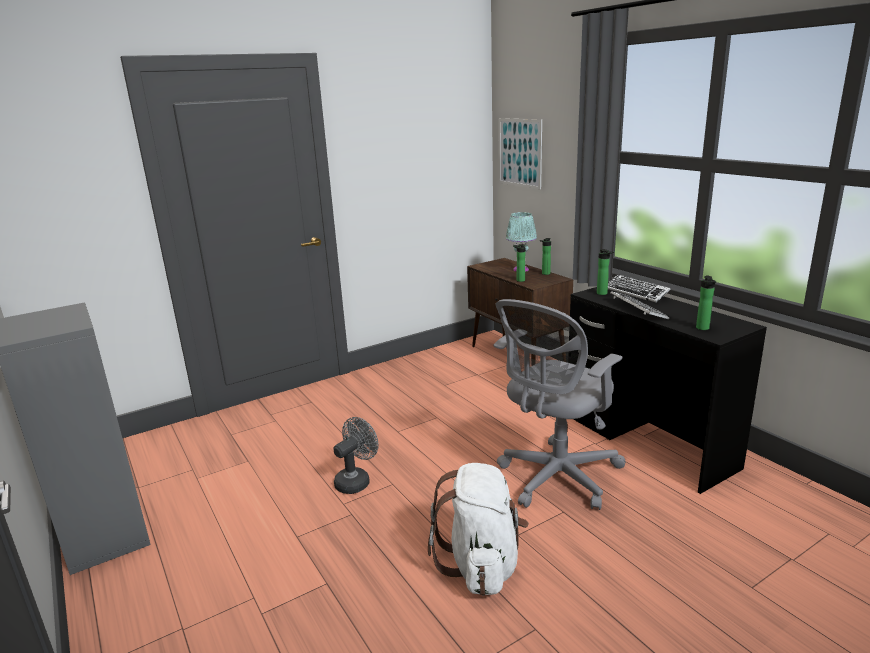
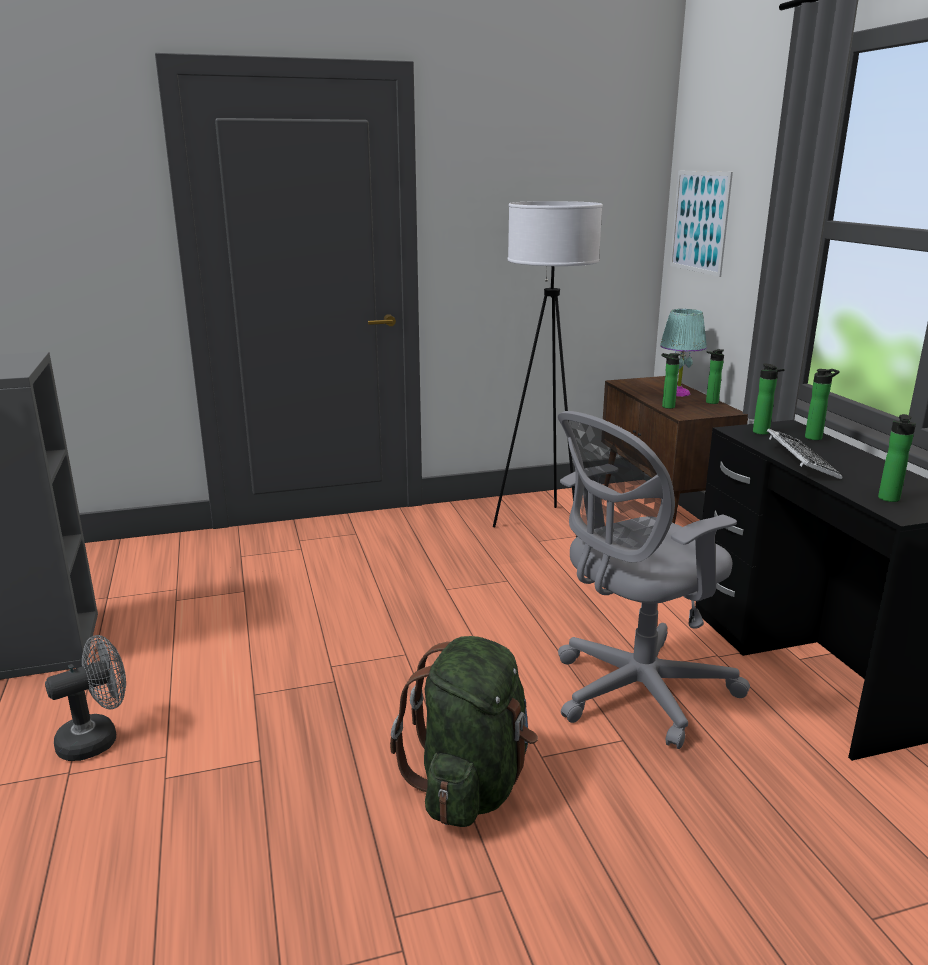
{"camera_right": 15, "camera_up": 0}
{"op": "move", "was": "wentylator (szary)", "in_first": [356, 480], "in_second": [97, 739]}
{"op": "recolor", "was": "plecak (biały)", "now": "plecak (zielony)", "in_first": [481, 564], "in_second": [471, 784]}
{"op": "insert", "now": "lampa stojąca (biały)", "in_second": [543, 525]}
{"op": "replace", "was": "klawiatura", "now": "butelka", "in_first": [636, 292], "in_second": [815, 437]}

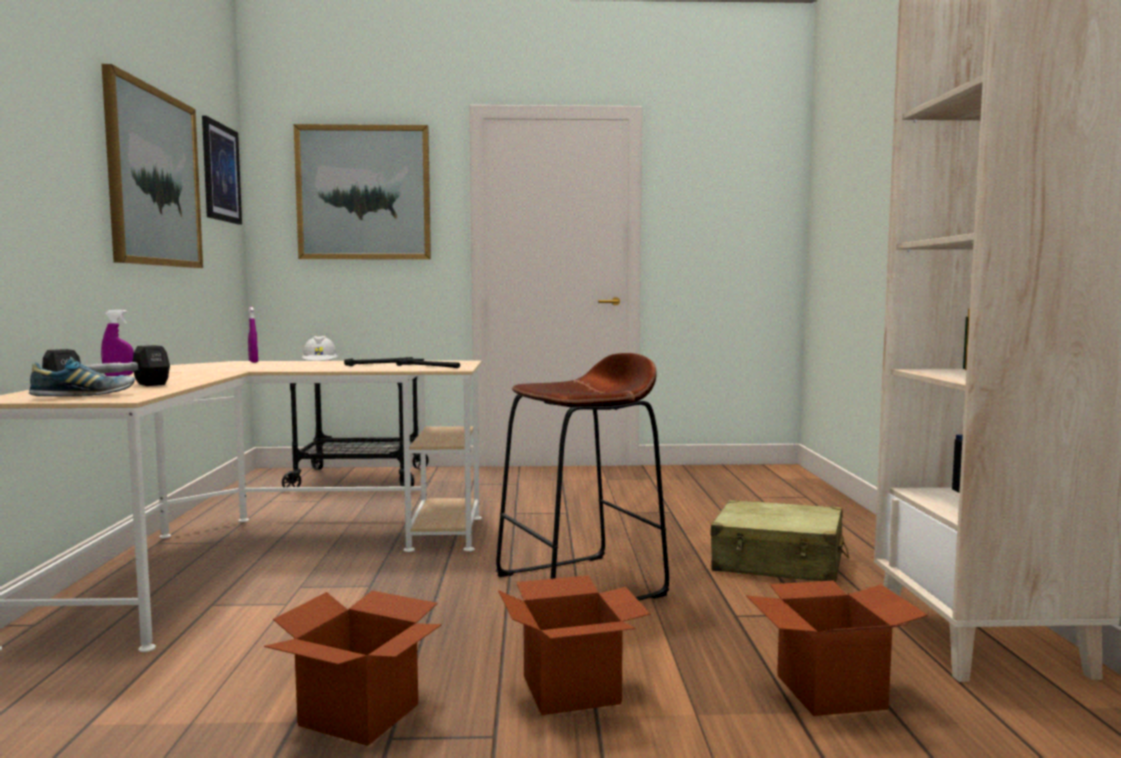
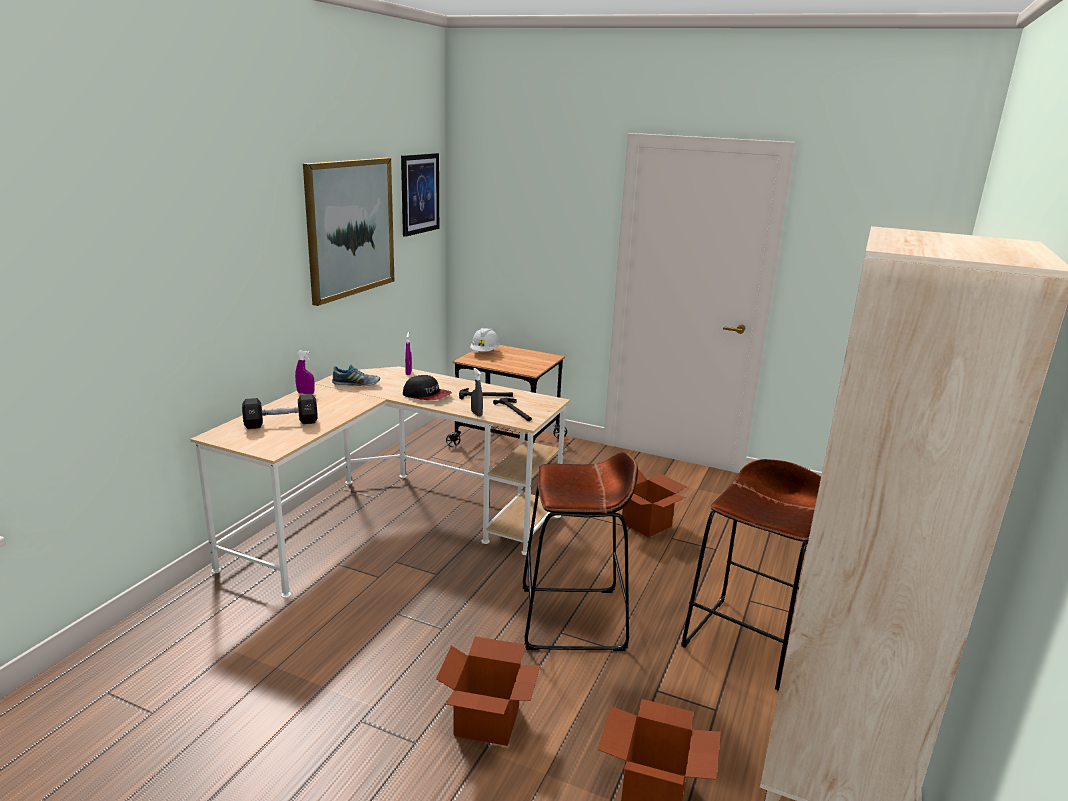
{"camera_right": 25, "camera_up": 15}
{"op": "move", "was": "but", "in_first": [84, 396], "in_second": [356, 384]}
{"op": "insert", "now": "czapka z daszkiem", "in_second": [427, 395]}
{"op": "insert", "now": "spryskiwacz (szary)", "in_second": [476, 414]}
{"op": "move", "was": "karton", "in_first": [358, 715], "in_second": [646, 524]}
{"op": "replace", "was": "walizka (beżowy)", "now": "stołek (brązowy)", "in_first": [778, 563], "in_second": [748, 641]}
{"op": "delete", "was": "obraz", "in_first": [363, 193]}

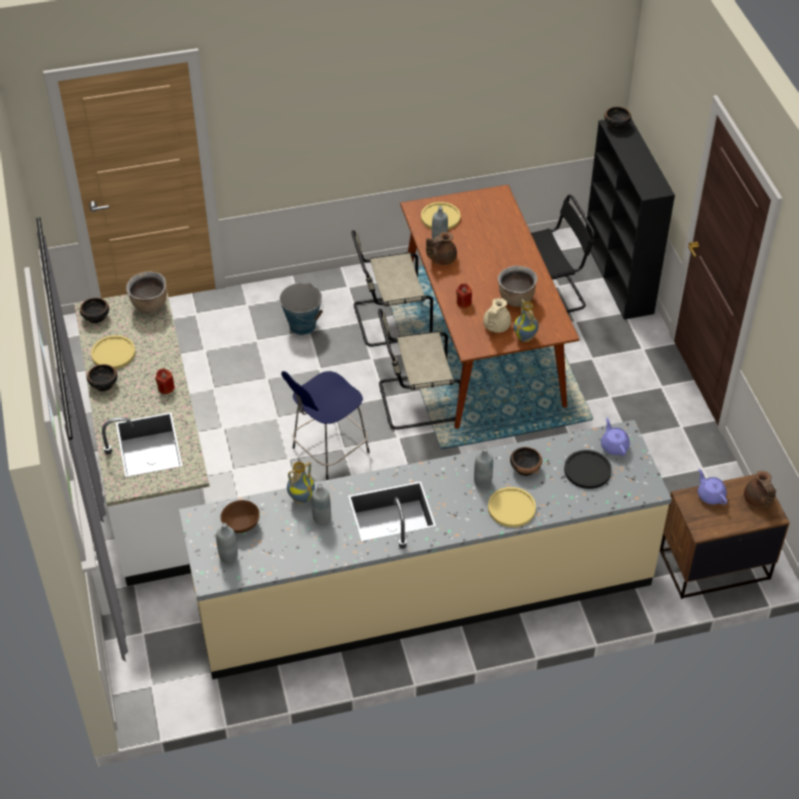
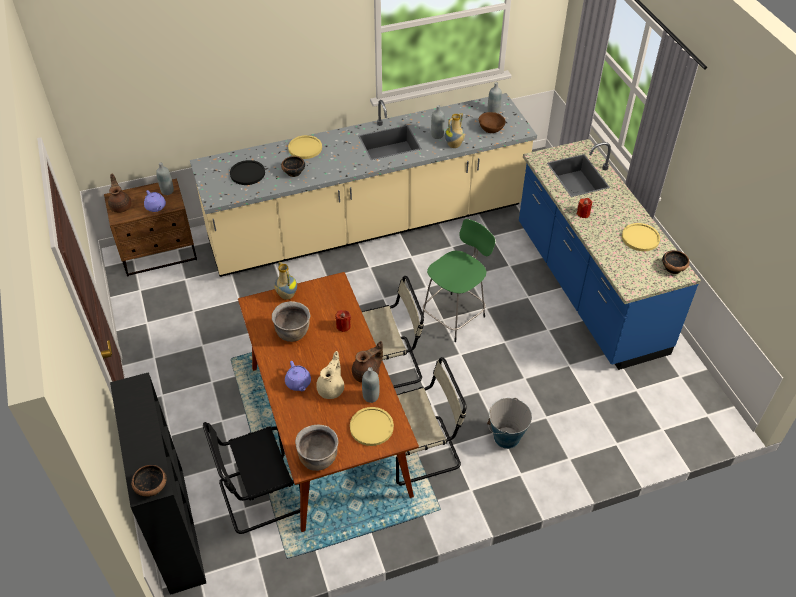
{"camera_right": 175, "camera_up": 0}
{"op": "move", "was": "butelka (szary)", "in_first": [482, 482], "in_second": [167, 191]}
{"op": "move", "was": "imbryk (fioletowy)", "in_first": [614, 446], "in_second": [298, 383]}
{"op": "move", "was": "garnek (brązowy)", "in_first": [150, 306], "in_second": [318, 458]}
{"op": "move", "was": "imbryk (beżowy)", "in_first": [495, 326], "in_second": [331, 388]}
{"op": "recolor", "was": "stołek (niebieski)", "now": "stołek (zielony)", "in_first": [328, 451], "in_second": [455, 316]}
{"op": "recolor", "was": "zabudowa kuchenna (biały)", "now": "zabudowa kuchenna (niebieski)", "in_first": [154, 475], "in_second": [587, 288]}
{"op": "delete", "was": "miska", "in_first": [103, 384]}

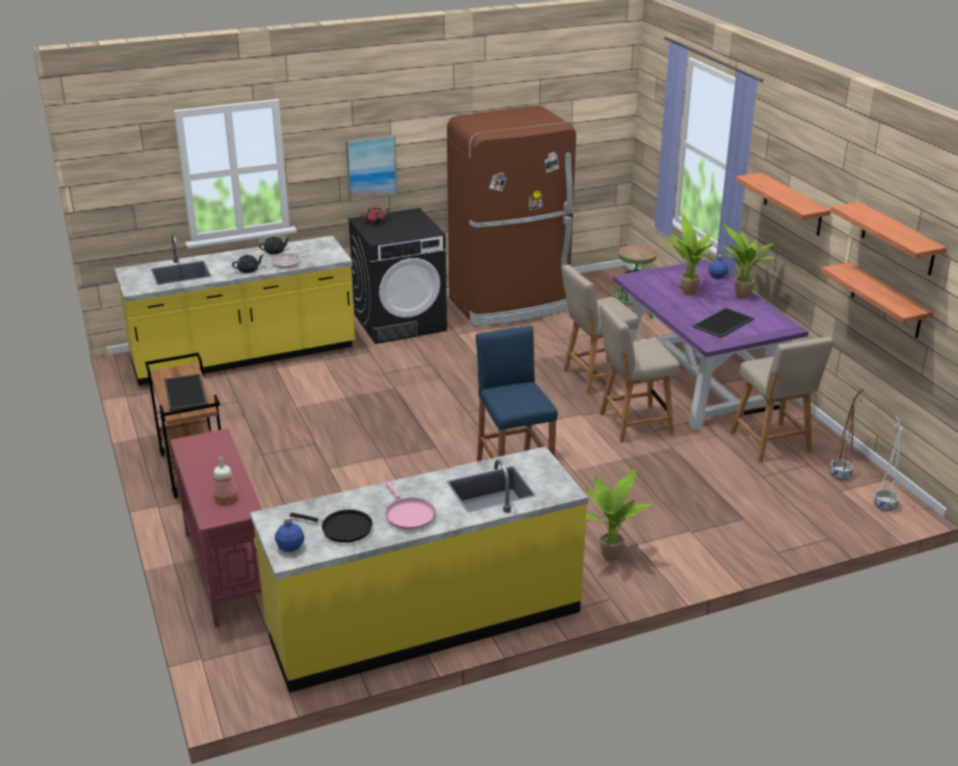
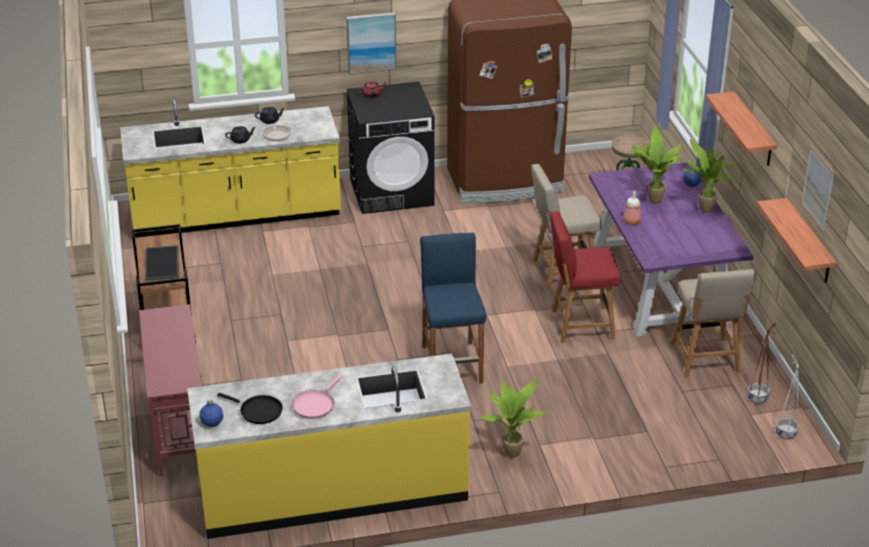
{"camera_right": 10, "camera_up": 5}
{"op": "rotate", "was": "patelnia (różowy)", "in_first": [408, 515], "in_second": [315, 405], "clockwise": 45}
{"op": "recolor", "was": "krzesło (beżowy)", "now": "krzesło (czerwony)", "in_first": [632, 424], "in_second": [579, 325]}
{"op": "move", "was": "butelka", "in_first": [226, 498], "in_second": [632, 221]}
{"op": "replace", "was": "półka", "now": "obraz", "in_first": [898, 239], "in_second": [818, 188]}
{"op": "delete", "was": "taca", "in_first": [723, 323]}

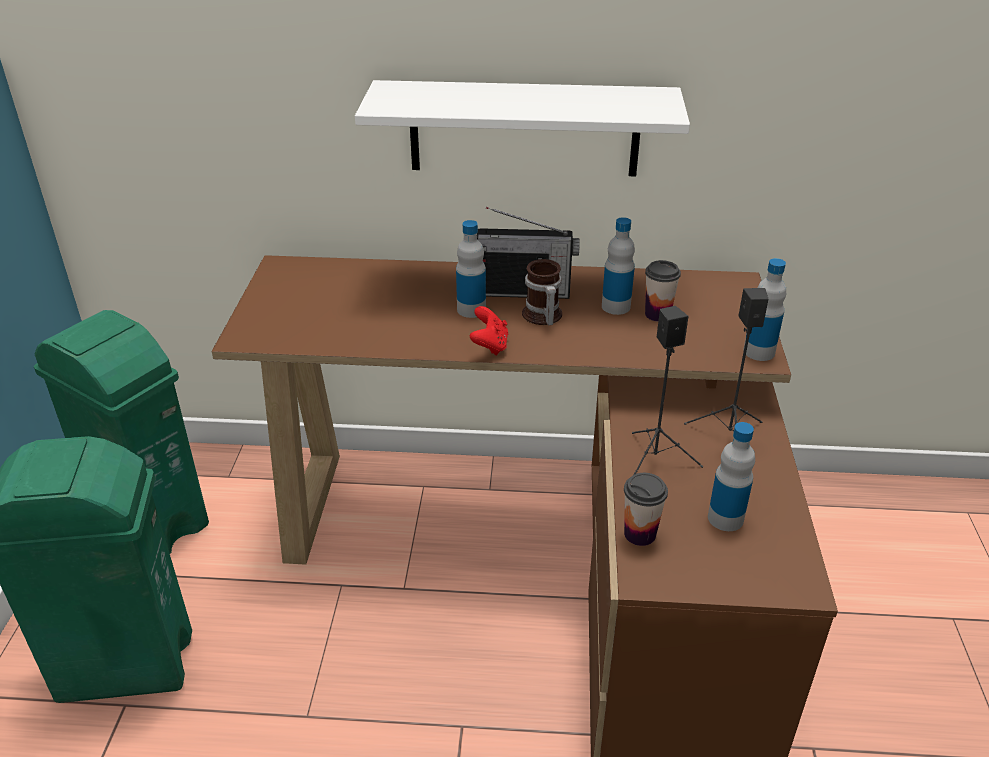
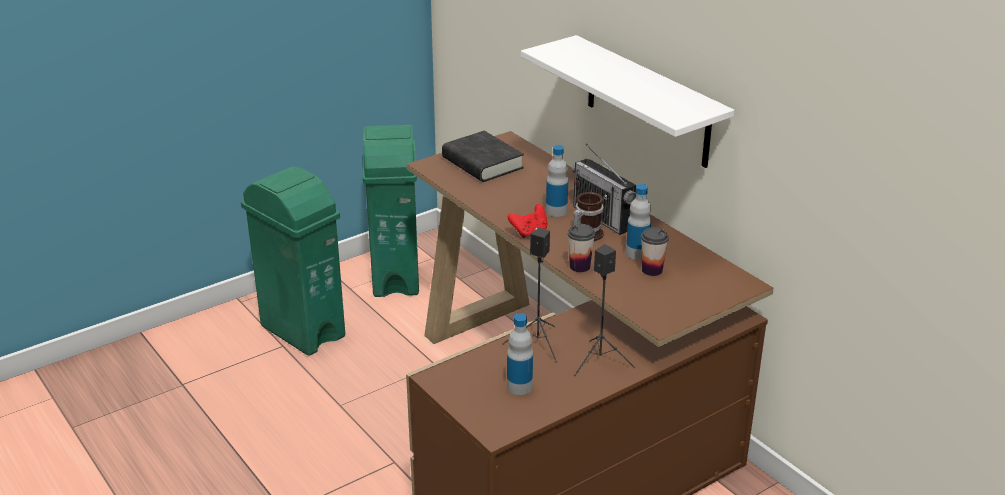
{"camera_right": 50, "camera_up": -5}
{"op": "insert", "now": "książka (czarny)", "in_second": [482, 163]}
{"op": "move", "was": "filiżanka", "in_first": [640, 534], "in_second": [580, 266]}
{"op": "delete", "was": "butelka", "in_first": [759, 352]}

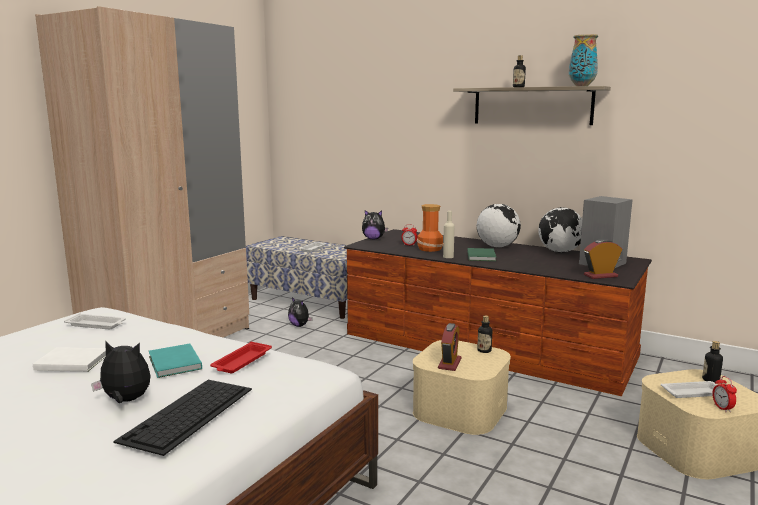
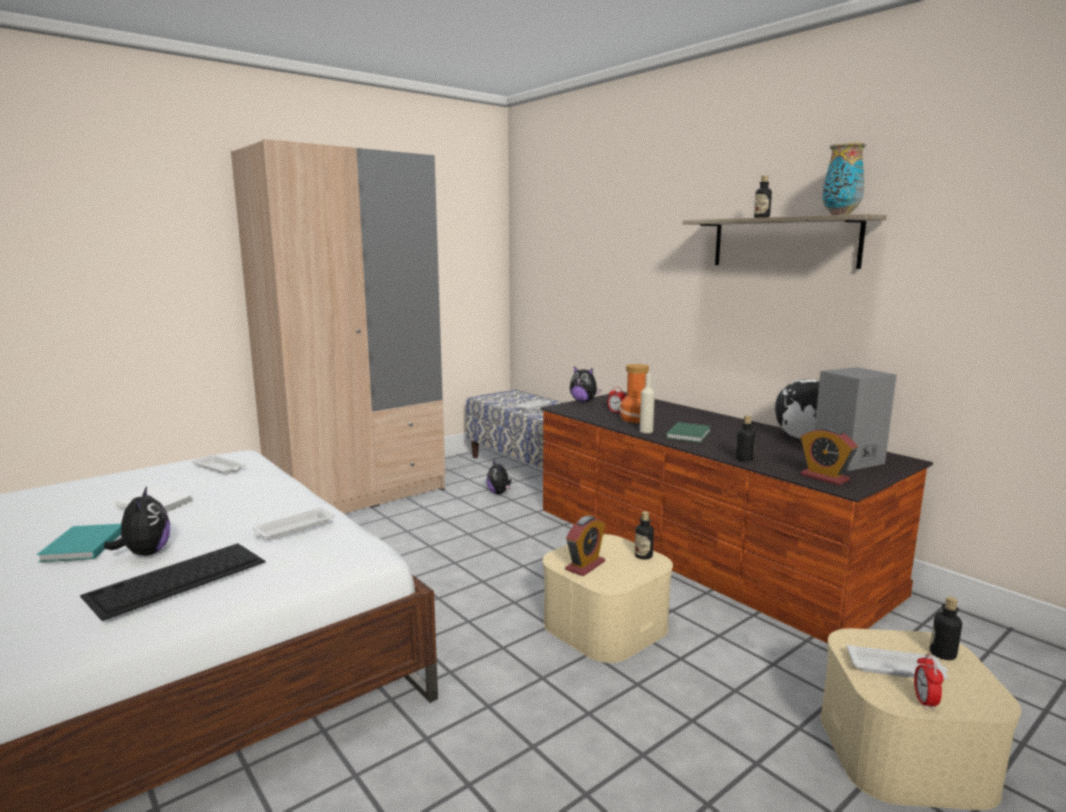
{"camera_right": 20, "camera_up": 0}
{"op": "move", "was": "książka (turkusowy)", "in_first": [174, 363], "in_second": [81, 546]}
{"op": "rotate", "was": "pluszak", "in_first": [126, 401], "in_second": [145, 553], "clockwise": 45}
{"op": "recolor", "was": "taca (czerwony)", "now": "taca (biały)", "in_first": [241, 362], "in_second": [293, 528]}
{"op": "insert", "now": "butelka", "in_second": [744, 459]}
{"op": "rotate", "was": "budzik", "in_first": [600, 276], "in_second": [824, 478], "clockwise": -135}
{"op": "delete", "was": "globus", "in_first": [497, 246]}

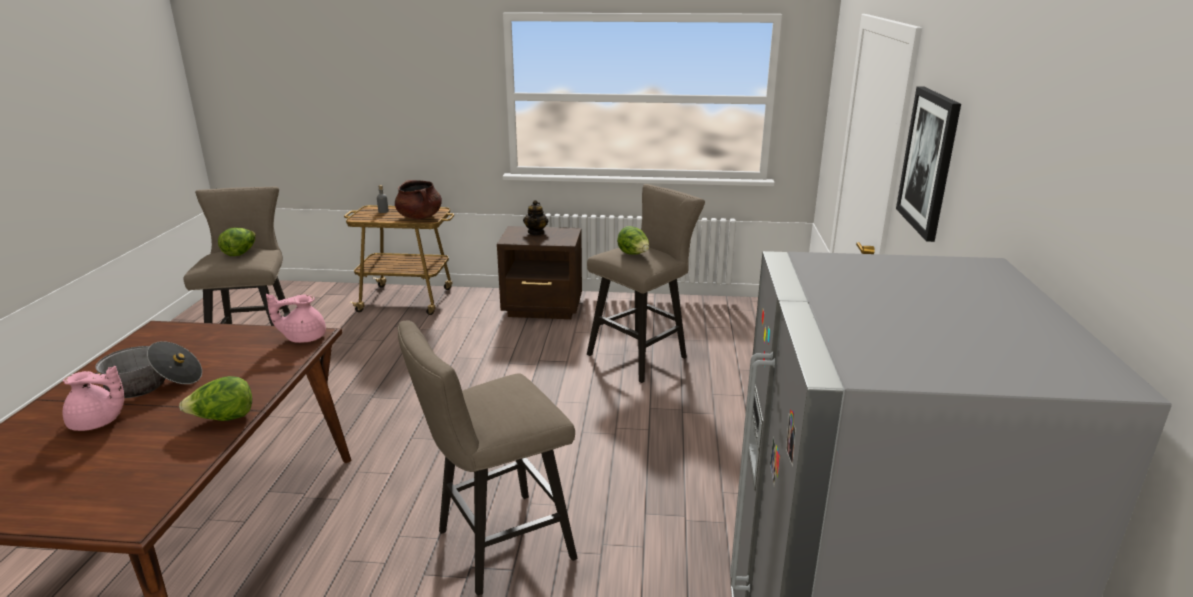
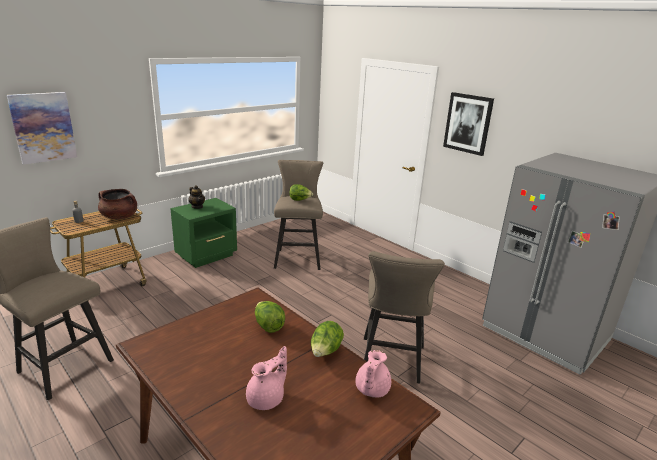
{"camera_right": -50, "camera_up": 0}
{"op": "insert", "now": "obraz", "in_second": [43, 127]}
{"op": "recolor", "was": "szafka nocna (brązowy)", "now": "szafka nocna (zielony)", "in_first": [543, 309], "in_second": [207, 256]}
{"op": "move", "was": "sałata", "in_first": [240, 253], "in_second": [268, 326]}
{"op": "move", "was": "imbryk (różowy)", "in_first": [303, 337], "in_second": [371, 389]}
{"op": "delete", "was": "garnek", "in_first": [152, 384]}

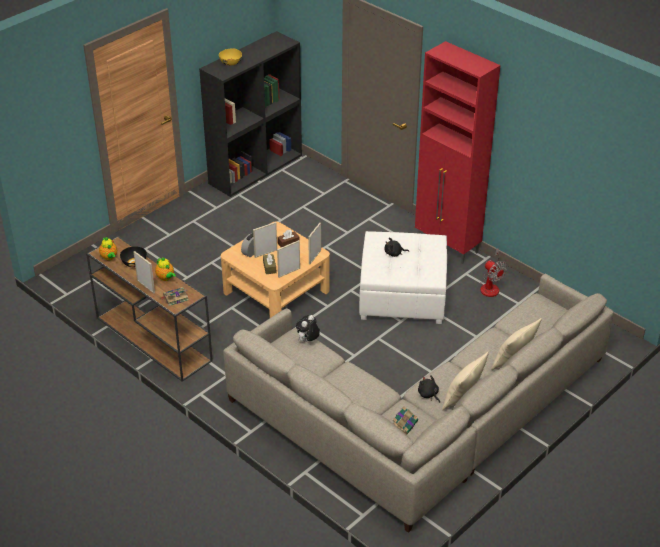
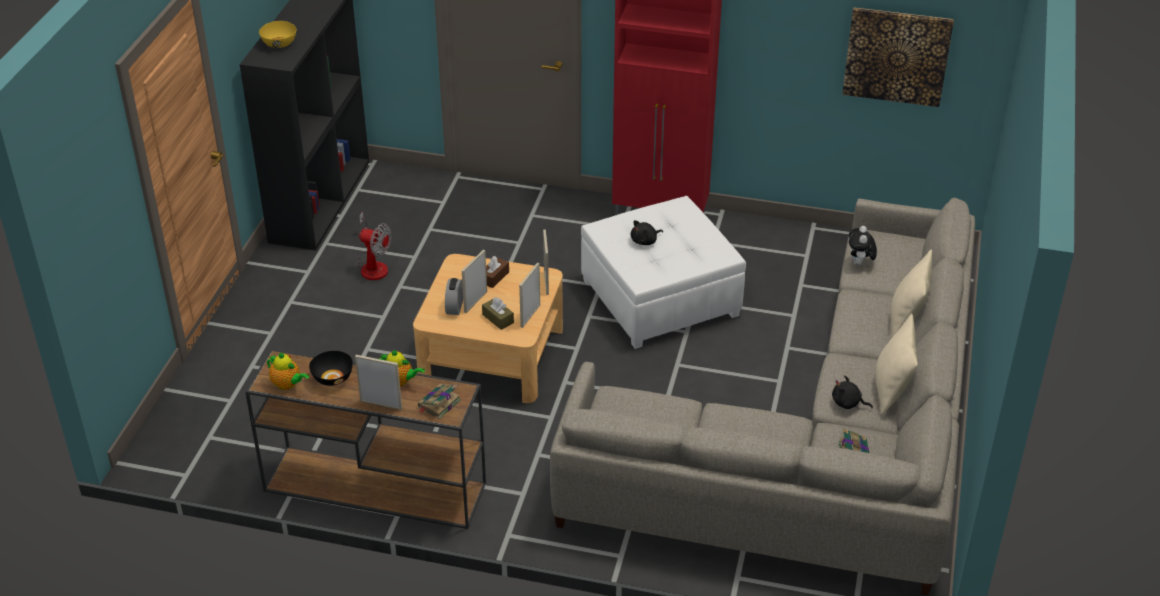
{"camera_right": -30, "camera_up": 0}
{"op": "move", "was": "wentylator", "in_first": [491, 286], "in_second": [373, 265]}
{"op": "insert", "now": "obraz", "in_second": [897, 56]}
{"op": "move", "was": "pluszak", "in_first": [308, 341], "in_second": [859, 263]}

